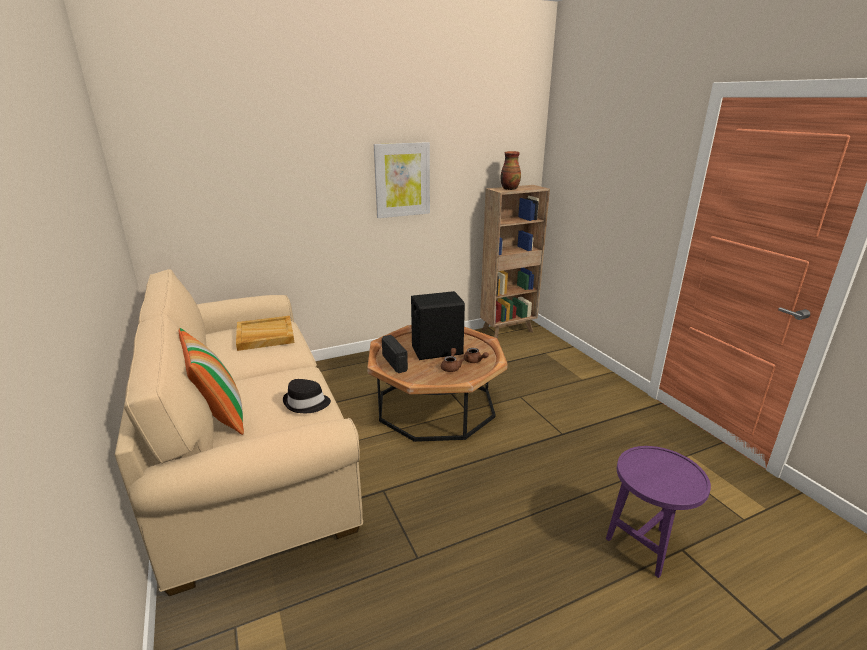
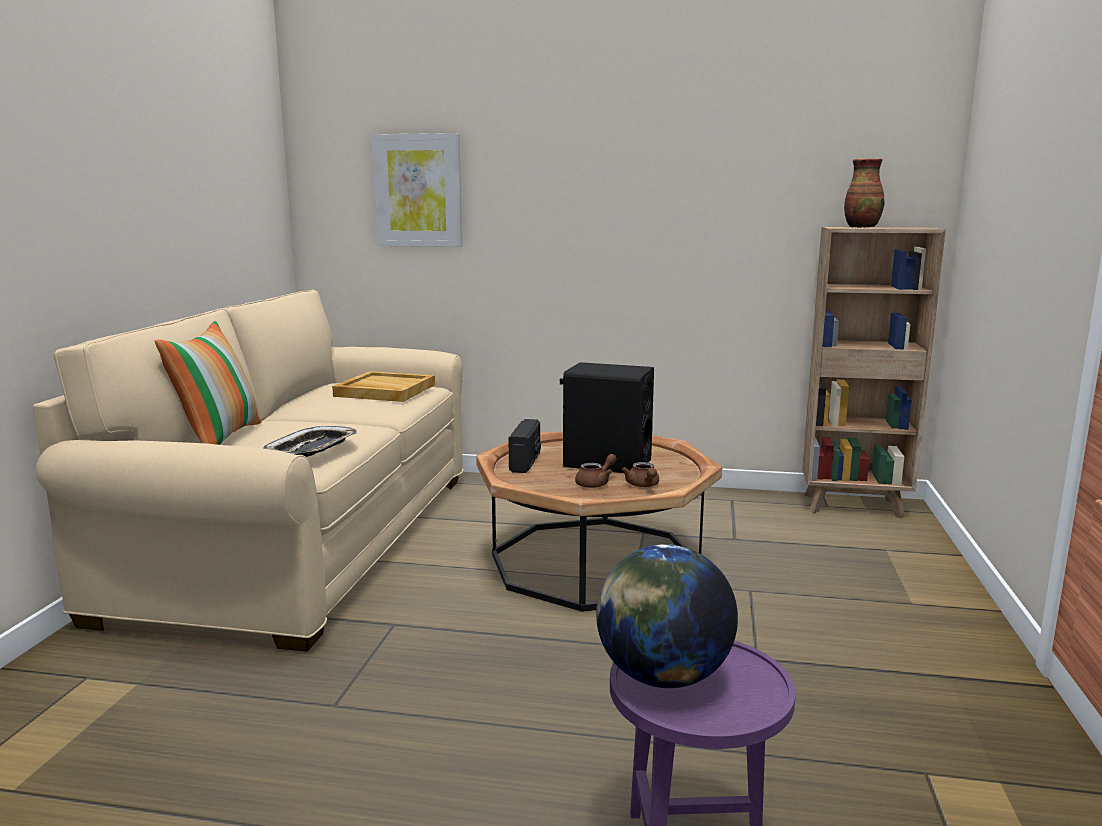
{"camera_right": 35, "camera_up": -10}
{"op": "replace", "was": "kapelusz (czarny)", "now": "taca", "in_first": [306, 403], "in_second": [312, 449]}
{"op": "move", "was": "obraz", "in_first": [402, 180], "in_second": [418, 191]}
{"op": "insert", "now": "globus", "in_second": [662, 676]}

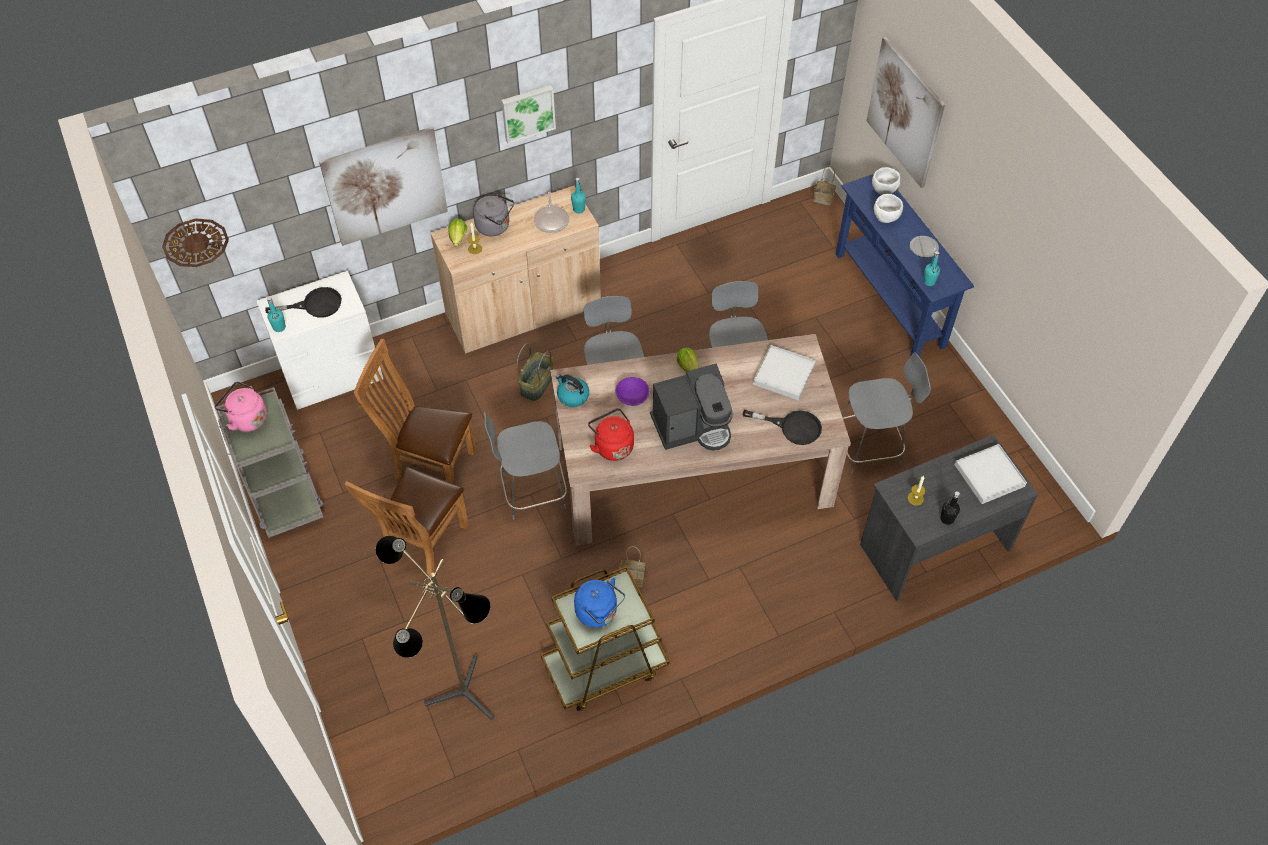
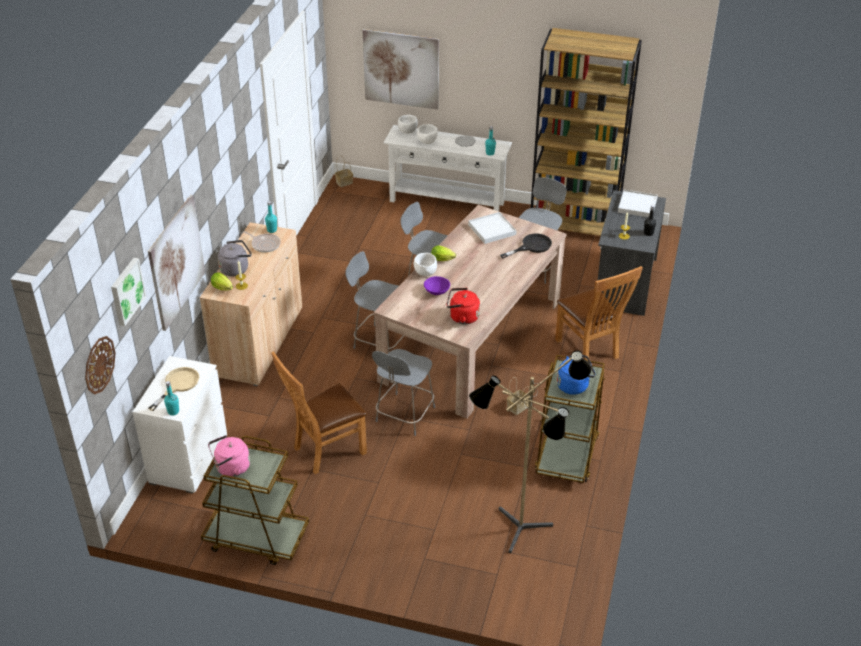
{"camera_right": -50, "camera_up": -15}
{"op": "move", "was": "obraz", "in_first": [527, 112], "in_second": [126, 291]}
{"op": "recolor", "was": "patelnia (czarny)", "now": "patelnia (beżowy)", "in_first": [315, 305], "in_second": [178, 385]}
{"op": "recolor", "was": "wózek (szary)", "now": "wózek (brązowy)", "in_first": [283, 492], "in_second": [256, 538]}
{"op": "recolor", "was": "stolik konsolowy (niebieski)", "now": "stolik konsolowy (biały)", "in_first": [890, 299], "in_second": [447, 202]}
{"op": "insert", "now": "miska (biały)", "in_second": [424, 272]}
{"op": "insert", "now": "regał (brązowy)", "in_second": [575, 224]}
{"op": "move", "was": "krzesło (brązowy)", "in_first": [423, 545], "in_second": [590, 350]}
{"op": "delete", "was": "koszyk", "in_first": [536, 383]}
{"op": "delete", "was": "czajnik", "in_first": [572, 396]}
{"op": "delete", "was": "ekspres do kawy", "in_first": [692, 427]}

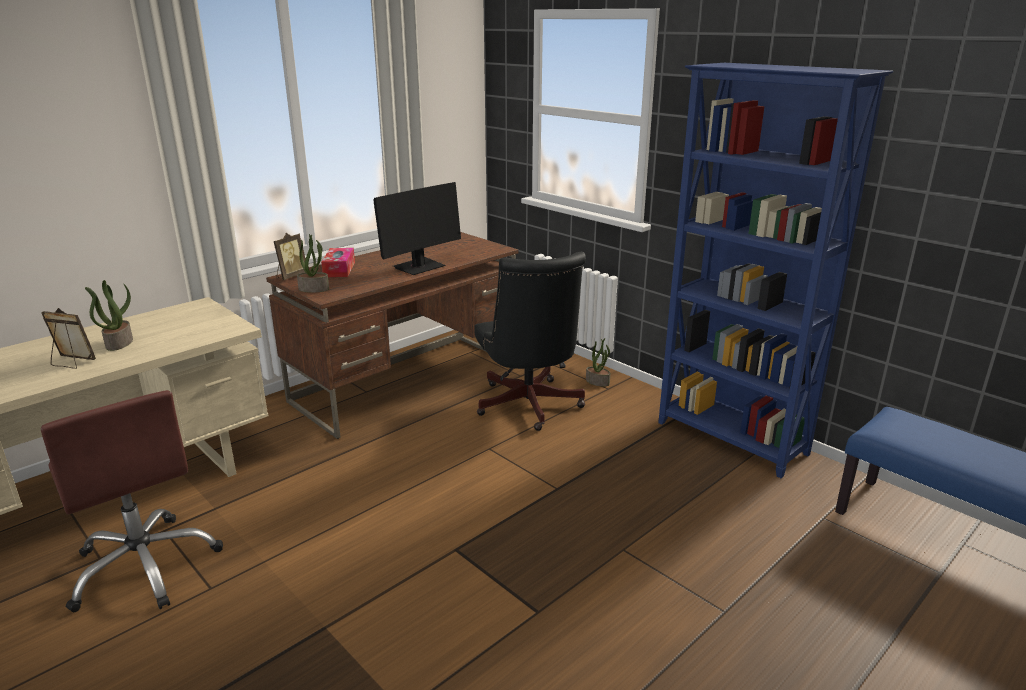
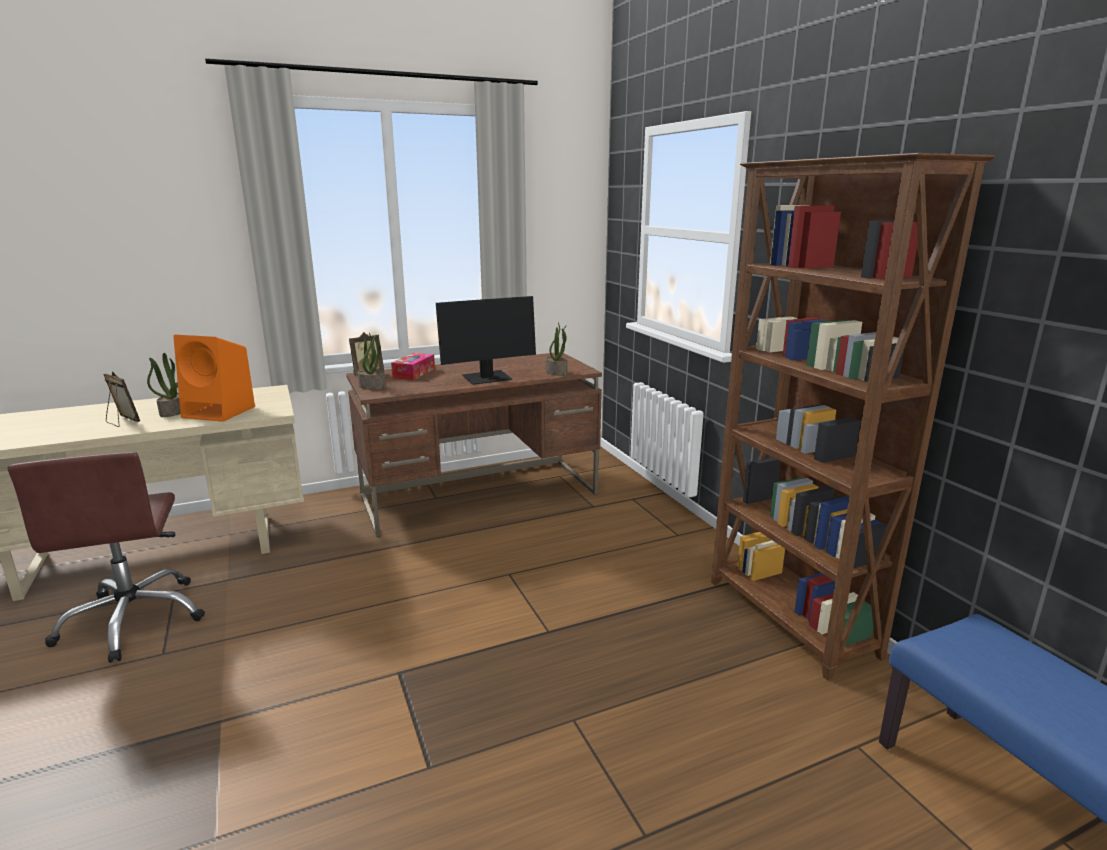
{"camera_right": 20, "camera_up": -5}
{"op": "insert", "now": "głośnik (pomarańczowy)", "in_second": [221, 412]}
{"op": "move", "was": "roślina doniczkowa", "in_first": [598, 382], "in_second": [557, 372]}
{"op": "recolor", "was": "regał (niebieski)", "now": "regał (brązowy)", "in_first": [731, 439], "in_second": [790, 619]}
{"op": "delete", "was": "krzesło biurowe (czarny)", "in_first": [529, 407]}

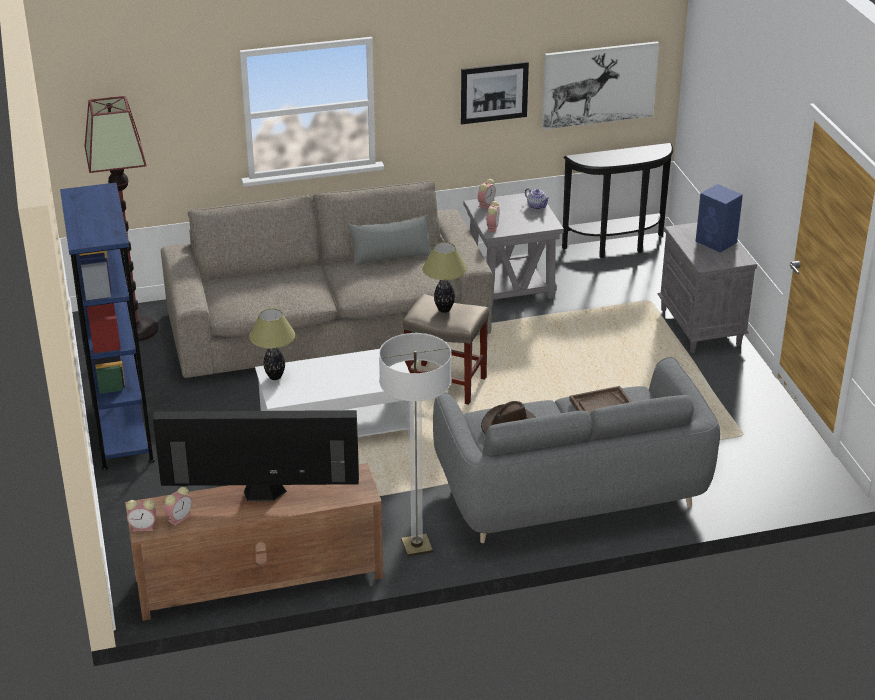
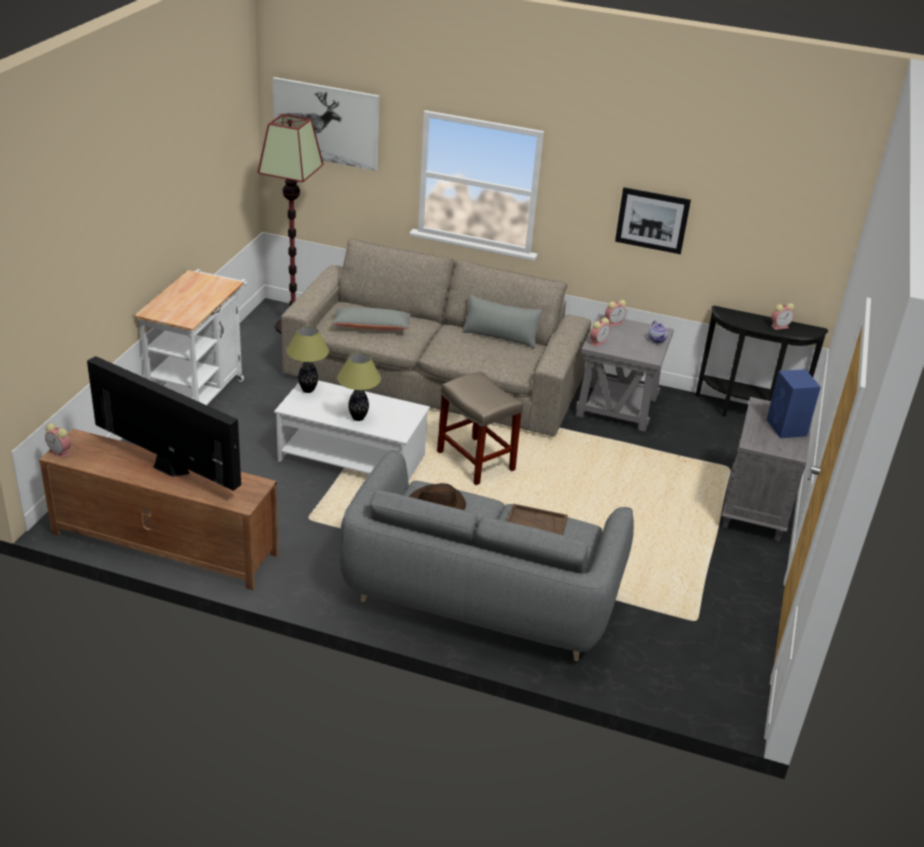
{"camera_right": 30, "camera_up": 0}
{"op": "replace", "was": "regał (niebieski)", "now": "wózek (biały)", "in_first": [122, 431], "in_second": [200, 393]}
{"op": "move", "was": "obraz", "in_first": [599, 84], "in_second": [326, 123]}
{"op": "insert", "now": "poduszka (szary)", "in_second": [371, 326]}
{"op": "move", "was": "lampa stołowa", "in_first": [444, 310], "in_second": [358, 418]}
{"op": "move", "was": "budzik", "in_first": [179, 517], "in_second": [780, 326]}
{"op": "delete", "was": "lampa stojąca", "in_first": [416, 546]}

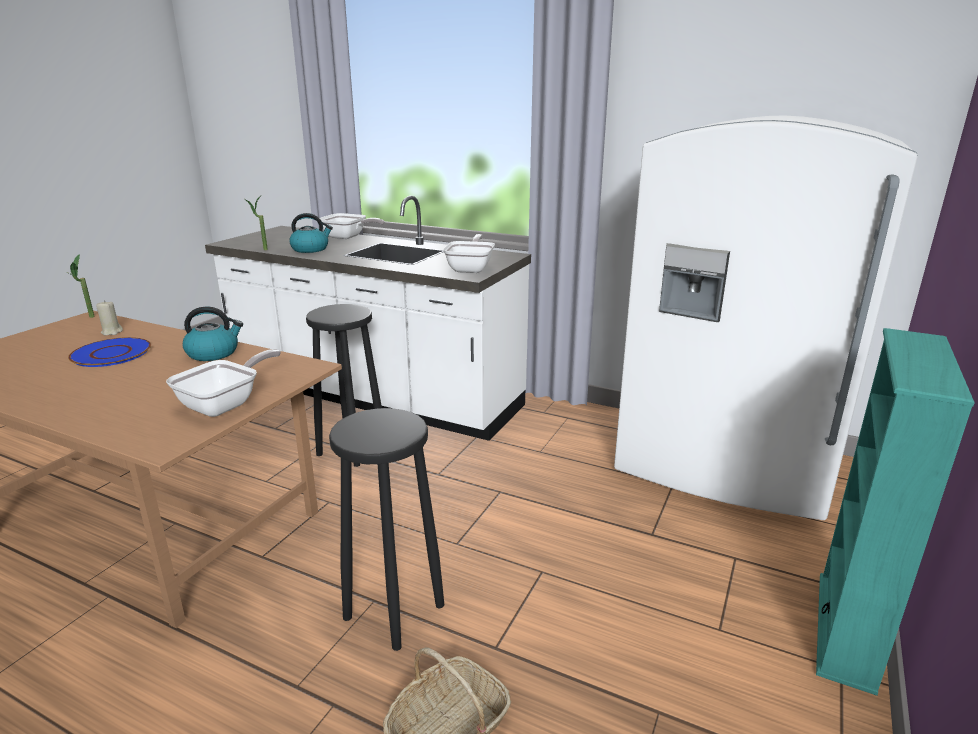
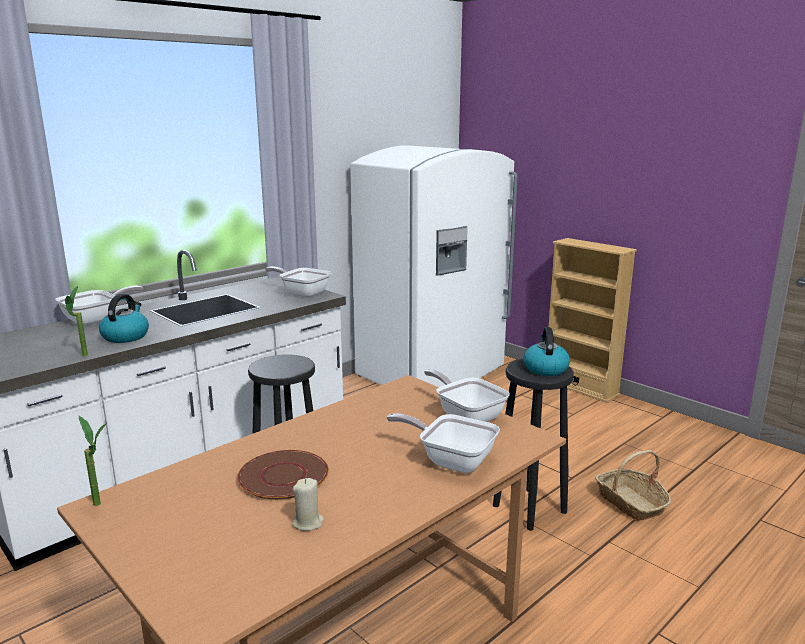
{"camera_right": -70, "camera_up": -5}
{"op": "recolor", "was": "talerz (niebieski)", "now": "talerz (brązowy)", "in_first": [111, 353], "in_second": [283, 476]}
{"op": "move", "was": "świeca (beżowy)", "in_first": [112, 332], "in_second": [308, 523]}
{"op": "insert", "now": "patelnia", "in_second": [451, 460]}
{"op": "move", "was": "czajnik", "in_first": [214, 353], "in_second": [545, 368]}
{"op": "recolor", "was": "regał (turkusowy)", "now": "regał (beżowy)", "in_first": [846, 630], "in_second": [580, 388]}

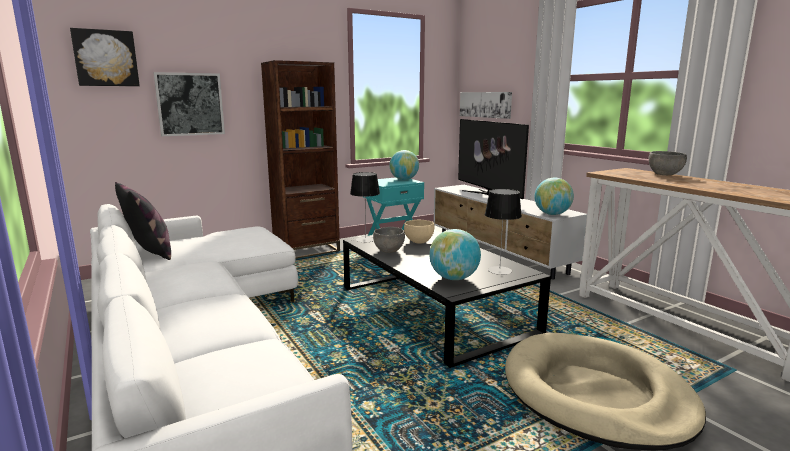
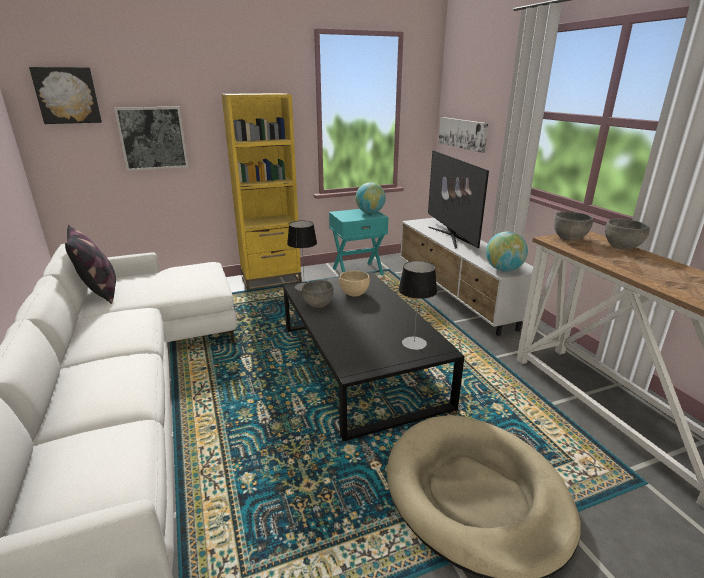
{"camera_right": 10, "camera_up": 10}
{"op": "recolor", "was": "regał (brązowy)", "now": "regał (żółty)", "in_first": [306, 251], "in_second": [271, 279]}
{"op": "insert", "now": "miska (szary)", "in_second": [569, 238]}
{"op": "delete", "was": "globus", "in_first": [454, 278]}

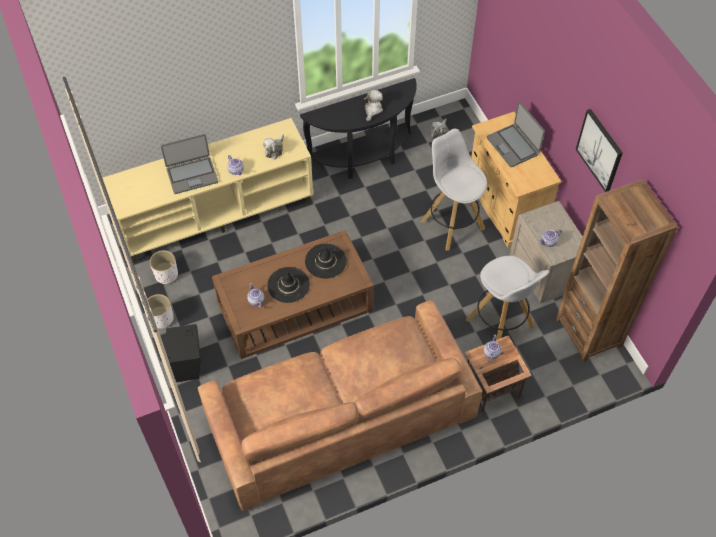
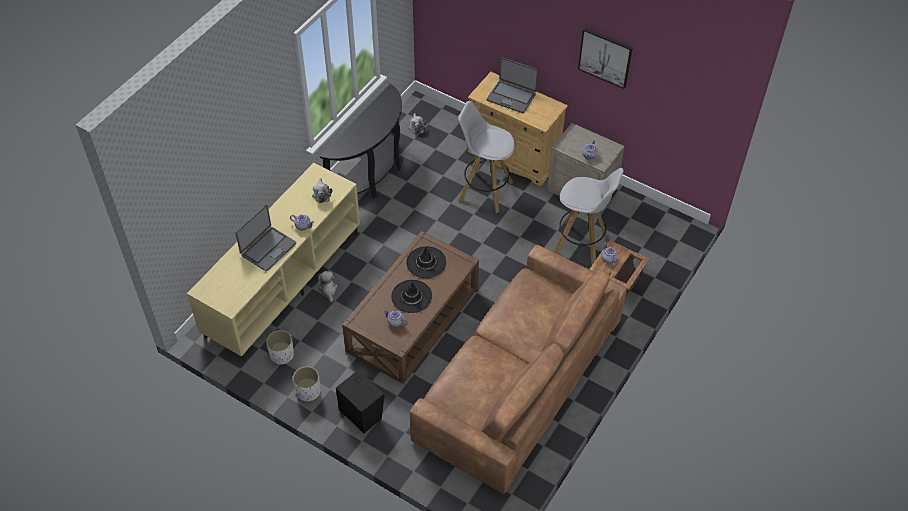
{"camera_right": -35, "camera_up": -5}
{"op": "move", "was": "pluszak", "in_first": [372, 109], "in_second": [328, 290]}
{"op": "delete", "was": "regał (brązowy)", "in_first": [589, 332]}

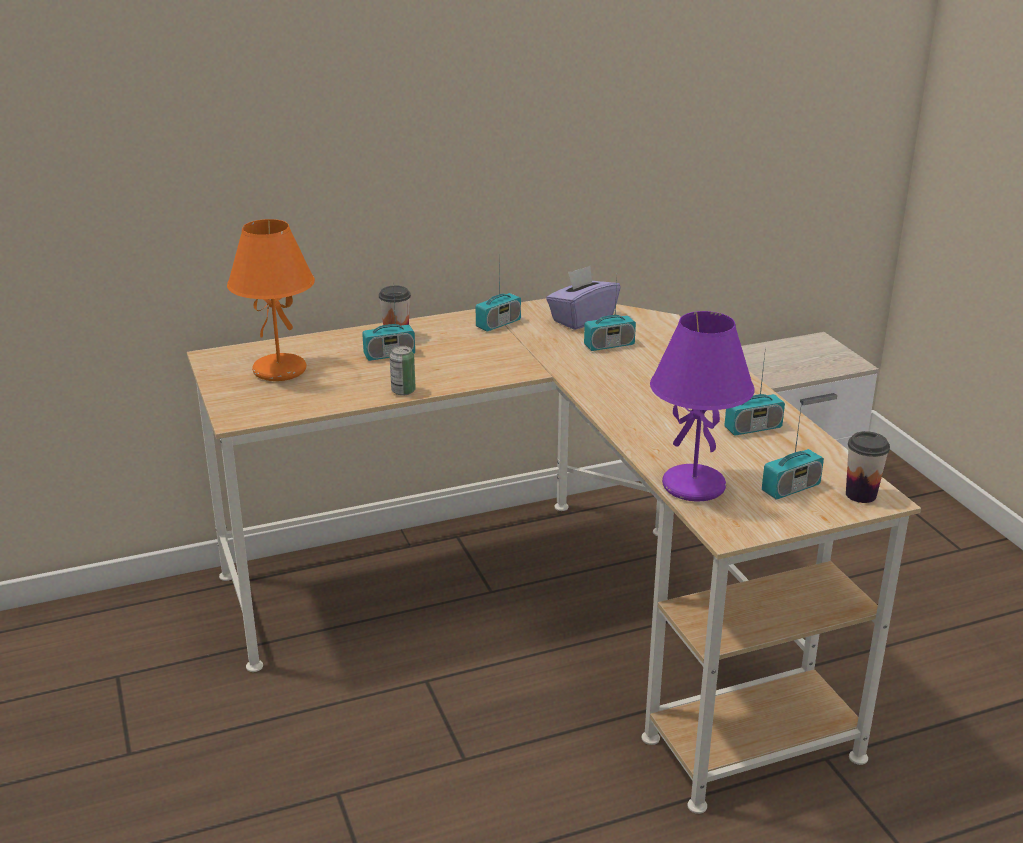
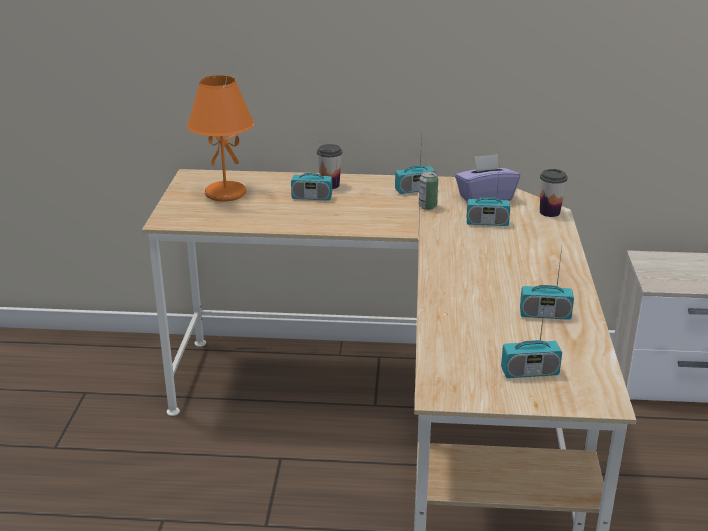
{"camera_right": 25, "camera_up": 0}
{"op": "move", "was": "puszka", "in_first": [403, 391], "in_second": [427, 206]}
{"op": "move", "was": "filiżanka", "in_first": [861, 495], "in_second": [549, 212]}
{"op": "delete", "was": "lampa stołowa (fioletowy)", "in_first": [695, 486]}

